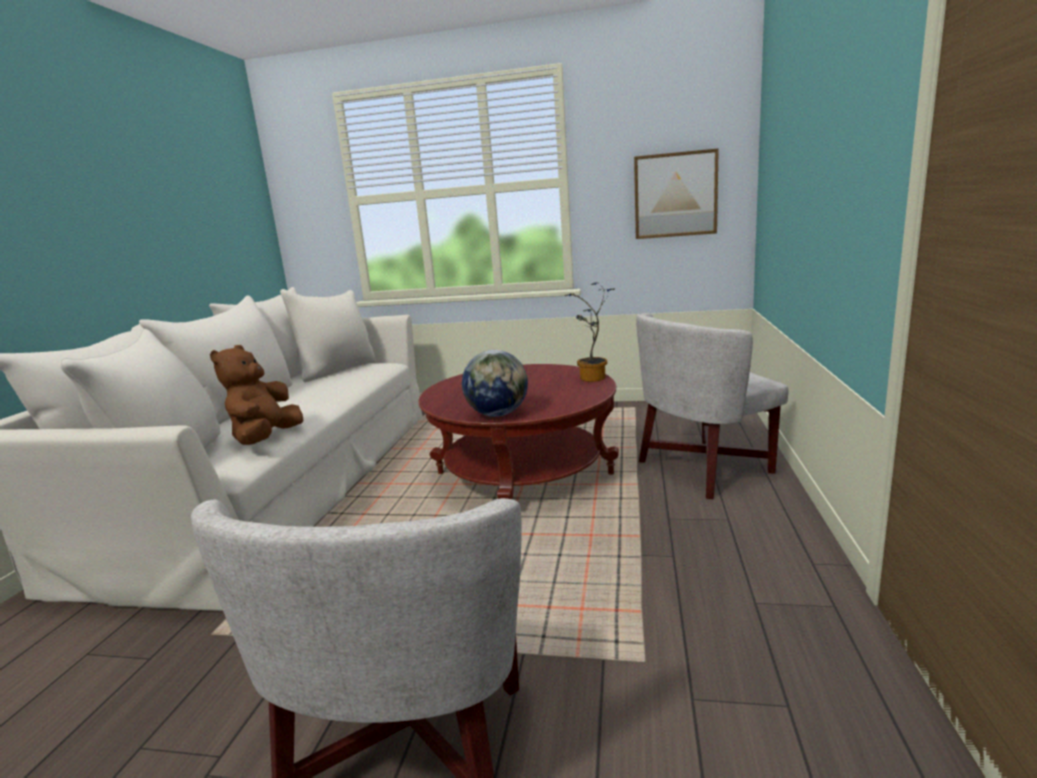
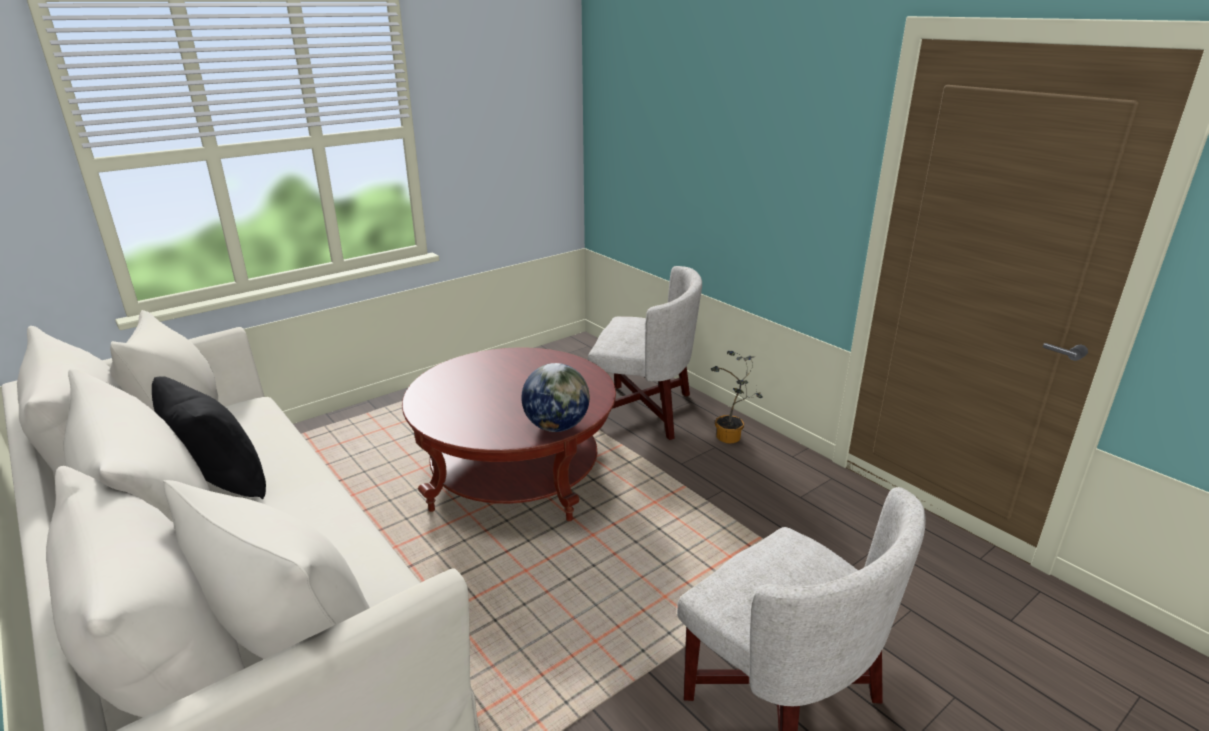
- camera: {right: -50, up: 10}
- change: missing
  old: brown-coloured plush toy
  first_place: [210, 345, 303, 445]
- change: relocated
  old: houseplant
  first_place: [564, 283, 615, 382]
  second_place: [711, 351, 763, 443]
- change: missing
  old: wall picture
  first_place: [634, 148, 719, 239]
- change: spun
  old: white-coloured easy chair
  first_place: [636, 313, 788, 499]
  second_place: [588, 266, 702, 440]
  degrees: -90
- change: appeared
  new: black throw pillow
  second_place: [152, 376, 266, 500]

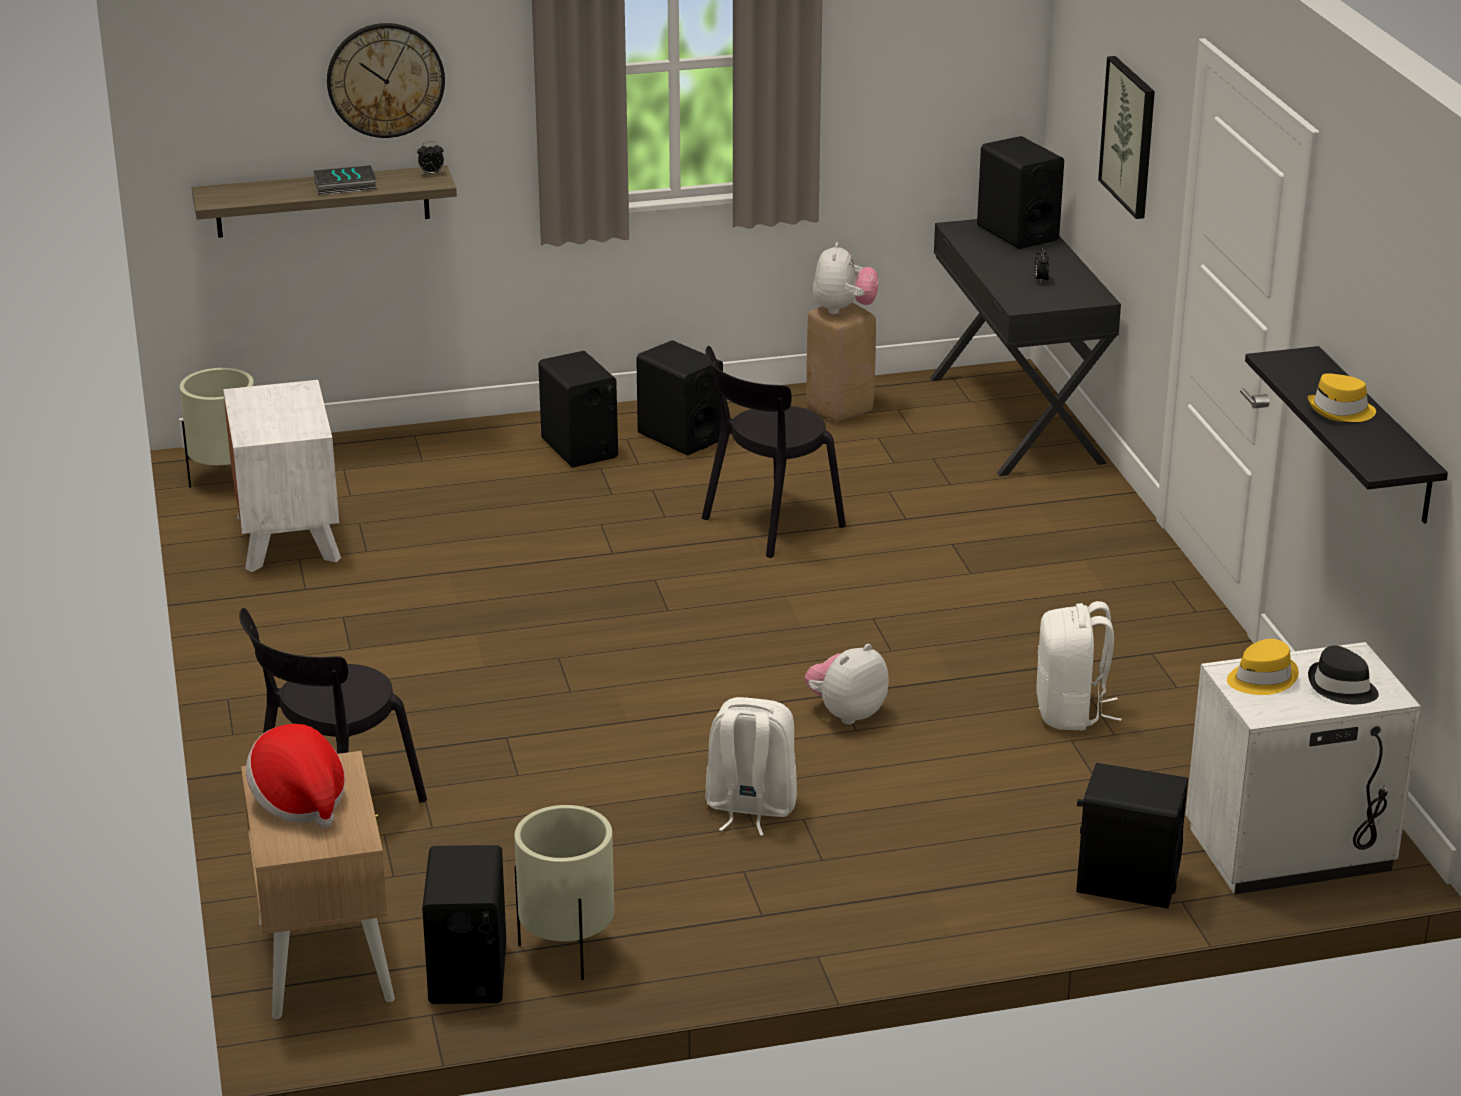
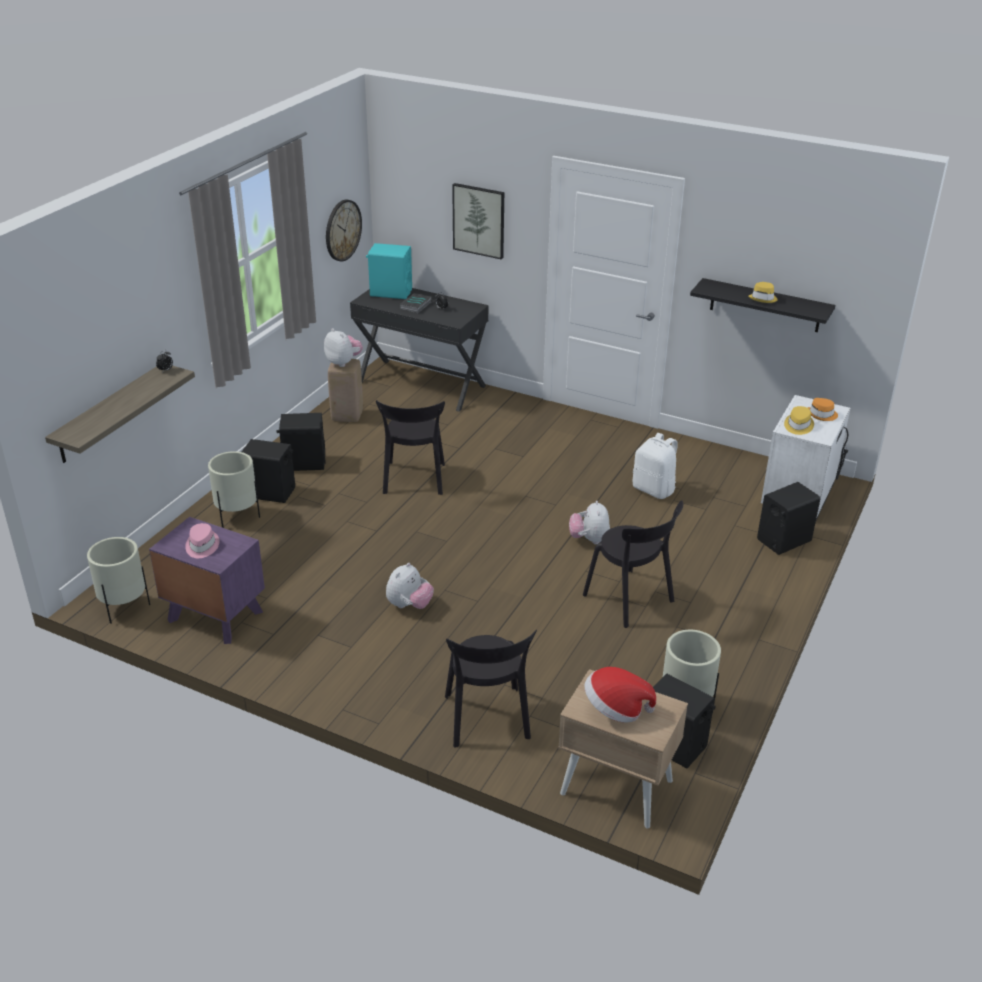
- camera: {right: -50, up: 5}
- change: colour
  old: white-coloured bedside table
  new: purple bedside table
  first_place: [223, 380, 341, 572]
  second_place: [149, 517, 265, 644]
- change: relocated
  old: book
  first_place: [314, 165, 377, 195]
  second_place: [400, 293, 431, 313]
- change: relocated
  old: clock on the wall
  first_place: [327, 23, 445, 138]
  second_place: [326, 200, 362, 262]
- change: exchanged
  old: white-coloured backpack
  new: black upright chair
  first_place: [705, 697, 797, 836]
  second_place: [583, 500, 683, 628]
- change: colour
  old: black loudspeaker
  new: turquoise-coloured loudspeaker
  first_place: [977, 136, 1064, 249]
  second_place: [366, 243, 412, 299]
- change: colour
  old: black wearable hat
  new: orange wearable hat
  first_place: [1308, 645, 1379, 704]
  second_place: [807, 398, 838, 421]
- change: appeared
  new: pink wearable hat
  second_place: [185, 523, 219, 558]
- change: appeared
  new: sand-coloured flower pot
  second_place: [208, 451, 260, 528]
- change: appeared
  new: plush toy
  second_place: [386, 563, 434, 609]

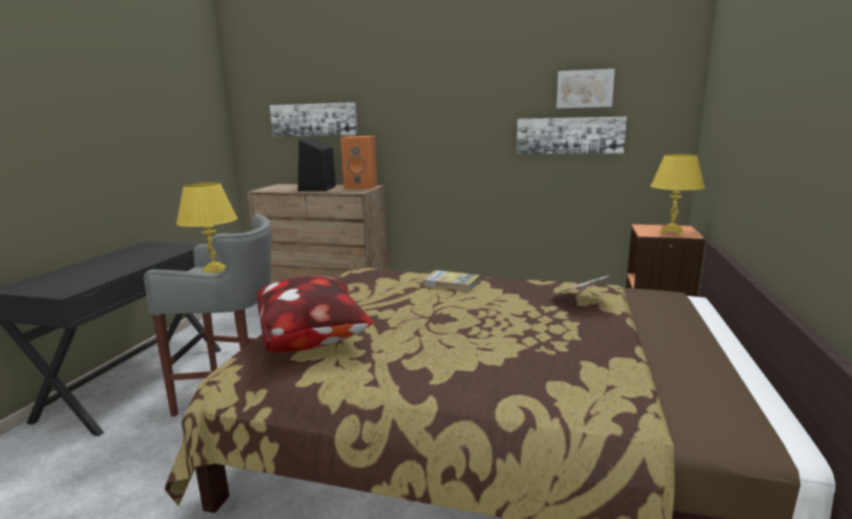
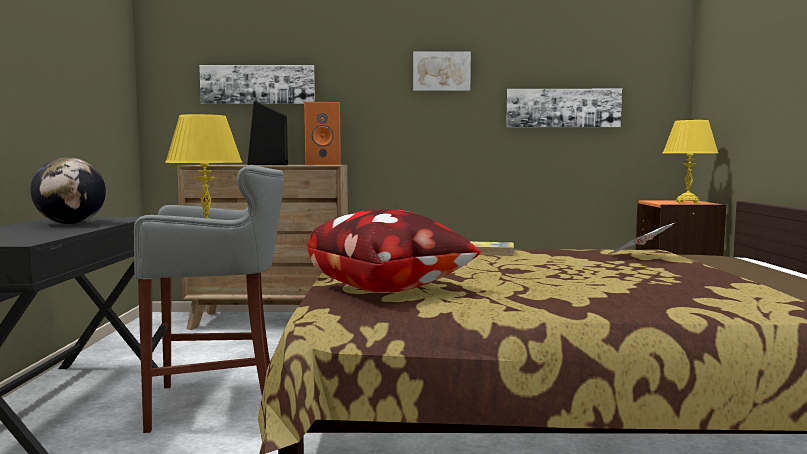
- camera: {right: -15, up: -10}
- change: relocated
  old: wall picture
  first_place: [557, 69, 615, 108]
  second_place: [413, 52, 471, 91]
- change: appeared
  new: world globe
  second_place: [30, 157, 106, 224]

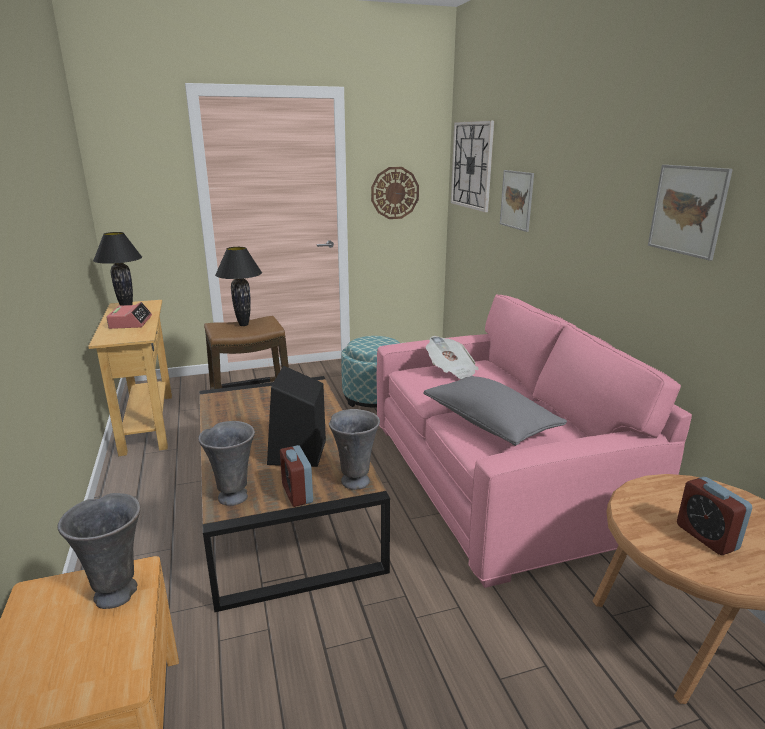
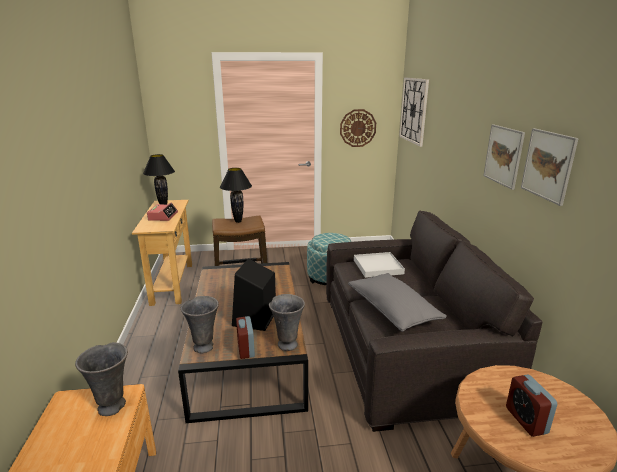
- camera: {right: 10, up: 0}
- change: colour
  old: pink sofa
  new: gray sofa
  first_place: [376, 294, 692, 588]
  second_place: [326, 211, 542, 432]
- change: exchanged
  old: newspaper
  new: white-coloured carrying tray
  first_place: [426, 336, 479, 380]
  second_place: [354, 252, 405, 278]
- change: relocated
  old: wall picture
  first_place: [500, 170, 534, 232]
  second_place: [483, 125, 525, 190]

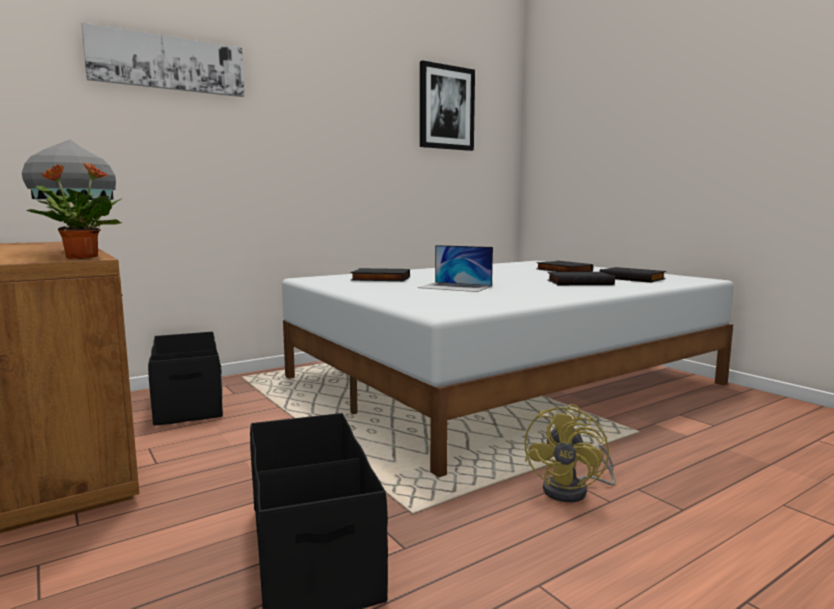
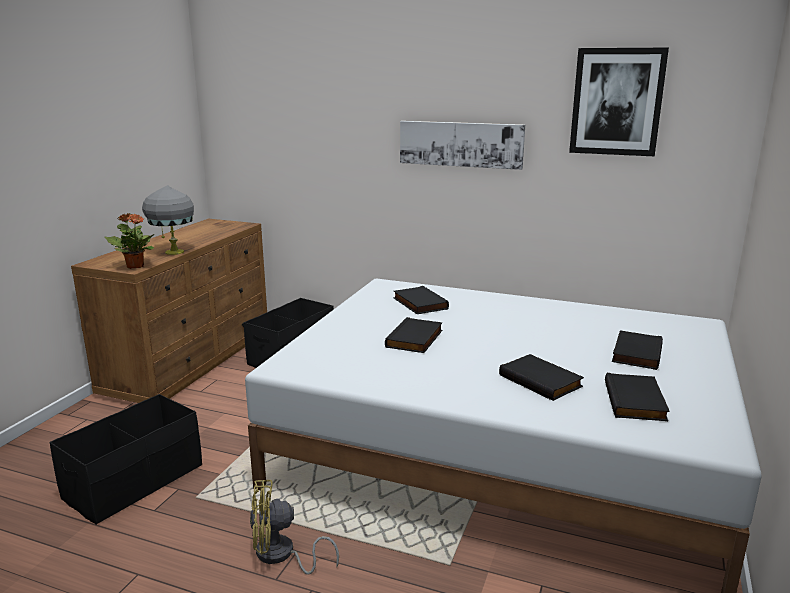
- camera: {right: 55, up: 10}
- change: relocated
  old: wall picture
  first_place: [81, 23, 244, 97]
  second_place: [400, 121, 525, 170]
- change: exchanged
  old: laptop
  new: black book
  first_place: [418, 245, 493, 292]
  second_place: [385, 317, 442, 353]

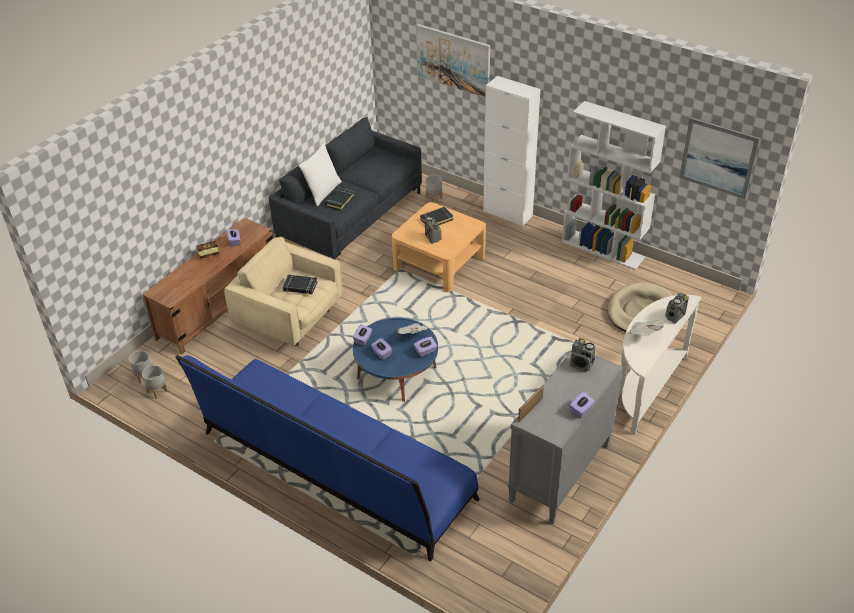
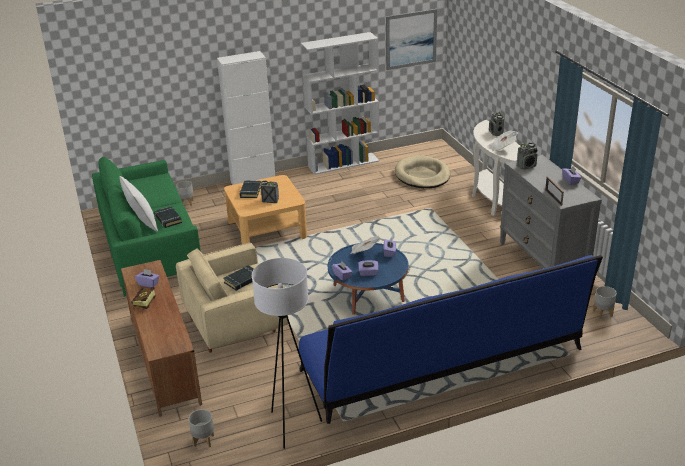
- camera: {right: -55, up: -10}
- change: relocated
  old: gray flower pot
  first_place: [142, 365, 168, 399]
  second_place: [593, 286, 617, 319]
- change: colour
  old: gray sofa
  new: greenish sofa
  first_place: [269, 117, 422, 260]
  second_place: [92, 157, 201, 297]
- change: missing
  old: wall picture
  first_place: [416, 24, 490, 97]
- change: appeared
  new: white-coloured standard lamp
  second_place: [252, 258, 322, 449]

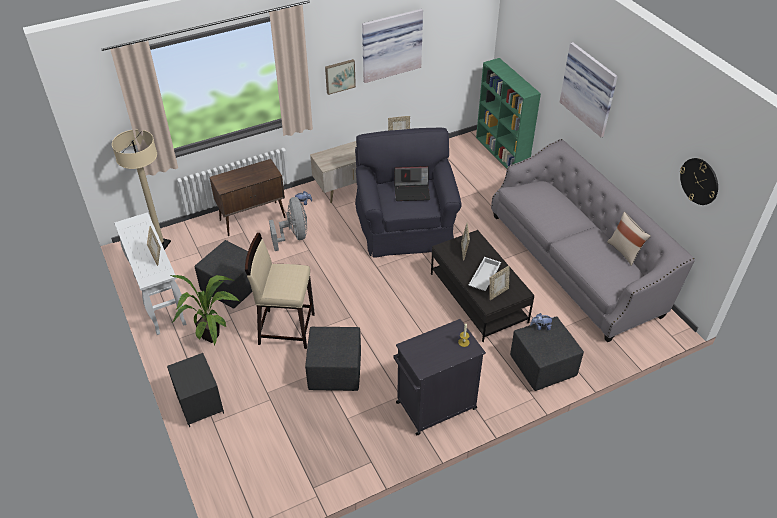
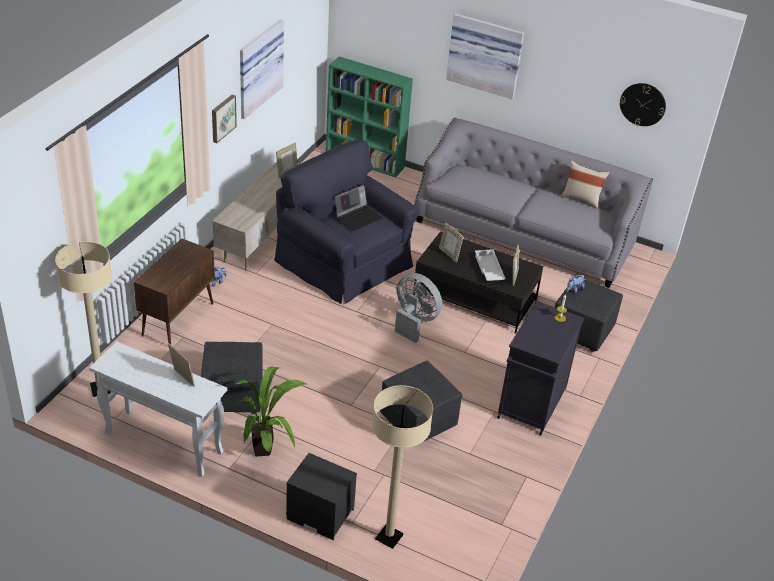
- camera: {right: -40, up: -5}
- change: missing
  old: sand-coloured sitting stool
  first_place: [245, 233, 315, 349]
- change: relocated
  old: gray electric fan
  first_place: [269, 197, 307, 251]
  second_place: [395, 273, 442, 343]
- change: appeared
  new: sand-coloured standard lamp
  second_place: [372, 385, 433, 549]

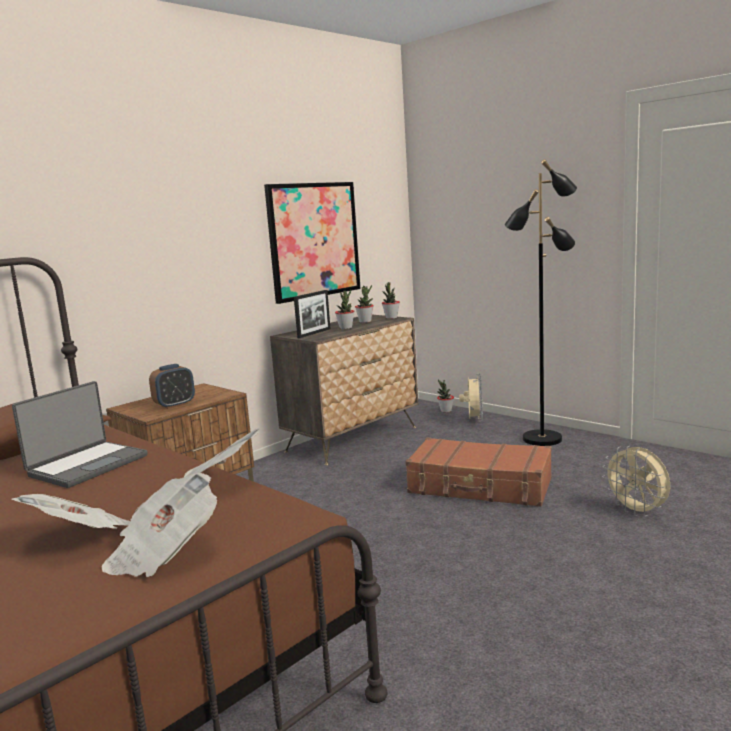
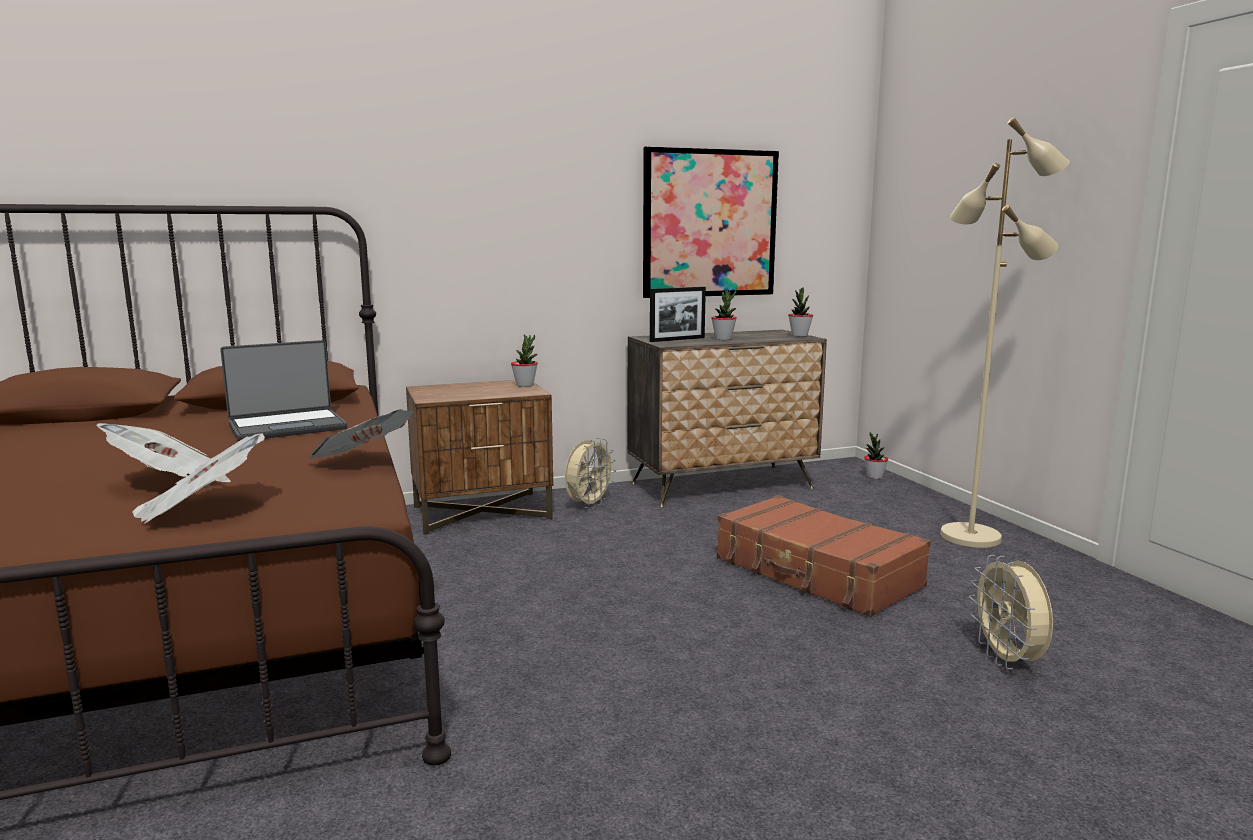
- camera: {right: 25, up: 0}
- change: missing
  old: bedside clock
  first_place: [149, 364, 195, 409]
- change: relocated
  old: houseplant
  first_place: [355, 285, 374, 323]
  second_place: [511, 334, 538, 387]
- change: relocated
  old: sand-coloured electric fan
  first_place: [459, 373, 483, 422]
  second_place: [565, 438, 616, 509]
- change: colour
  old: black standard lamp
  new: sand-coloured standard lamp
  first_place: [505, 159, 577, 446]
  second_place: [941, 117, 1070, 548]

